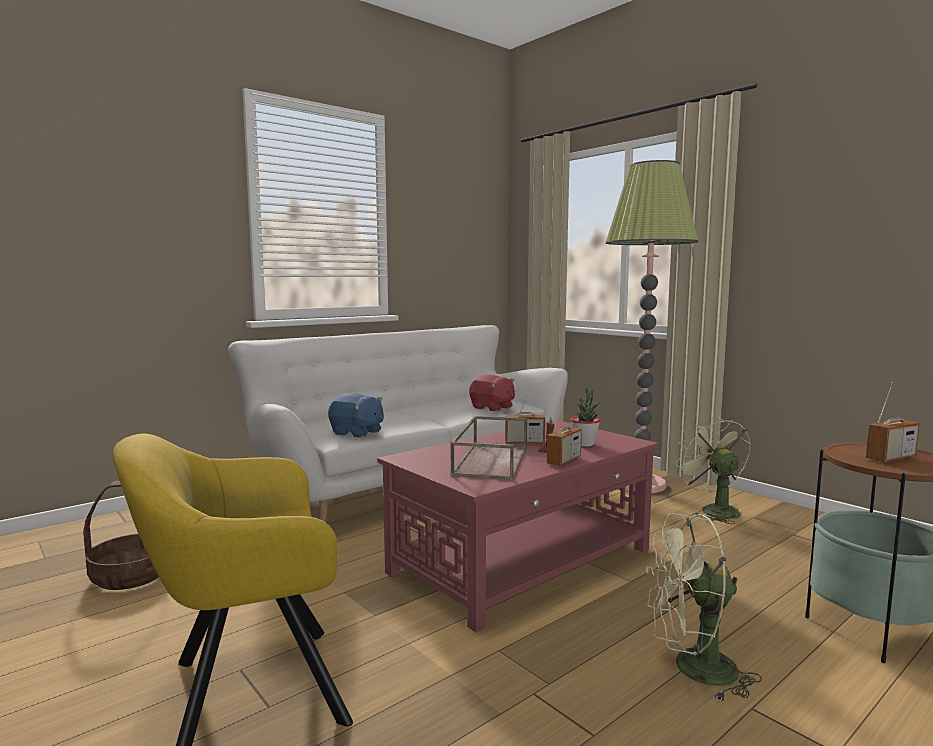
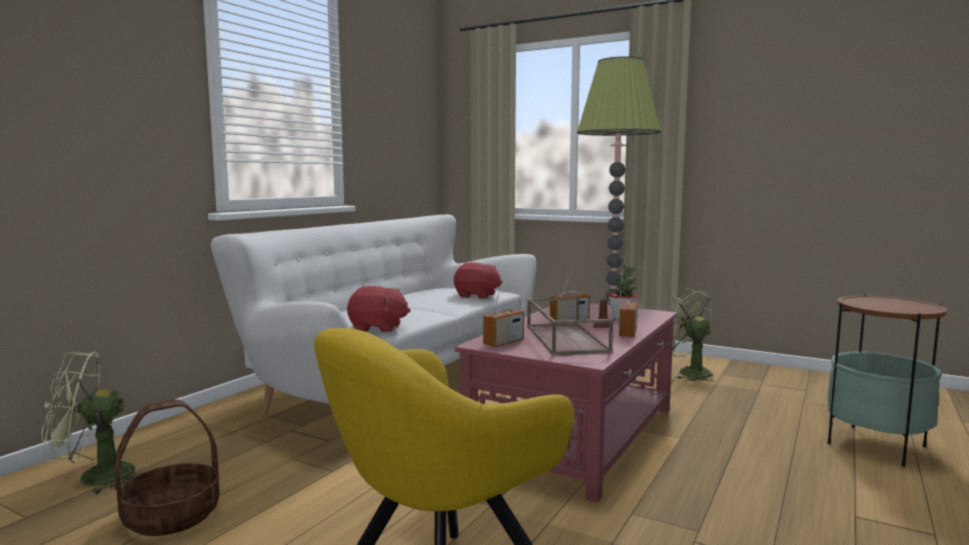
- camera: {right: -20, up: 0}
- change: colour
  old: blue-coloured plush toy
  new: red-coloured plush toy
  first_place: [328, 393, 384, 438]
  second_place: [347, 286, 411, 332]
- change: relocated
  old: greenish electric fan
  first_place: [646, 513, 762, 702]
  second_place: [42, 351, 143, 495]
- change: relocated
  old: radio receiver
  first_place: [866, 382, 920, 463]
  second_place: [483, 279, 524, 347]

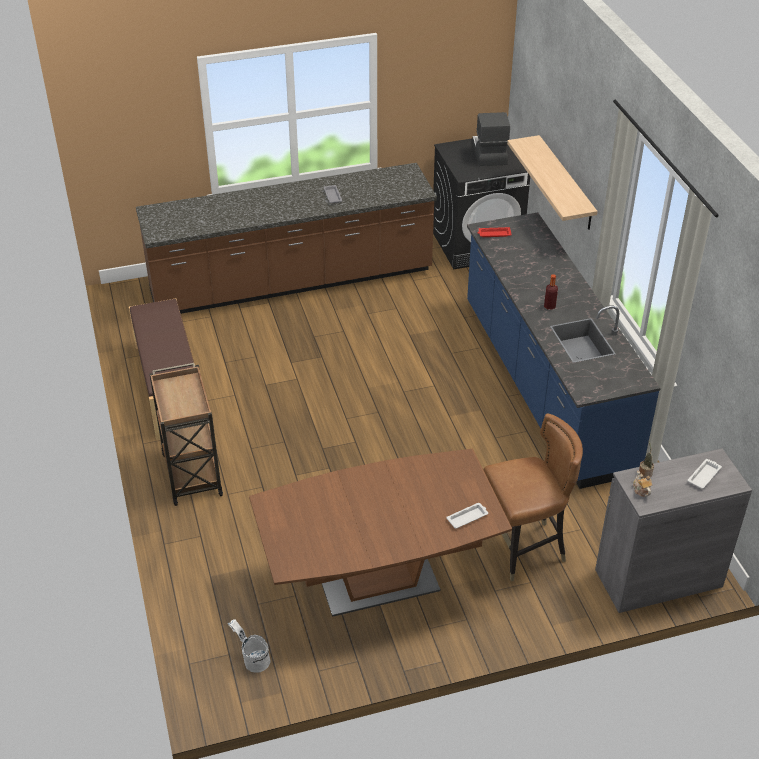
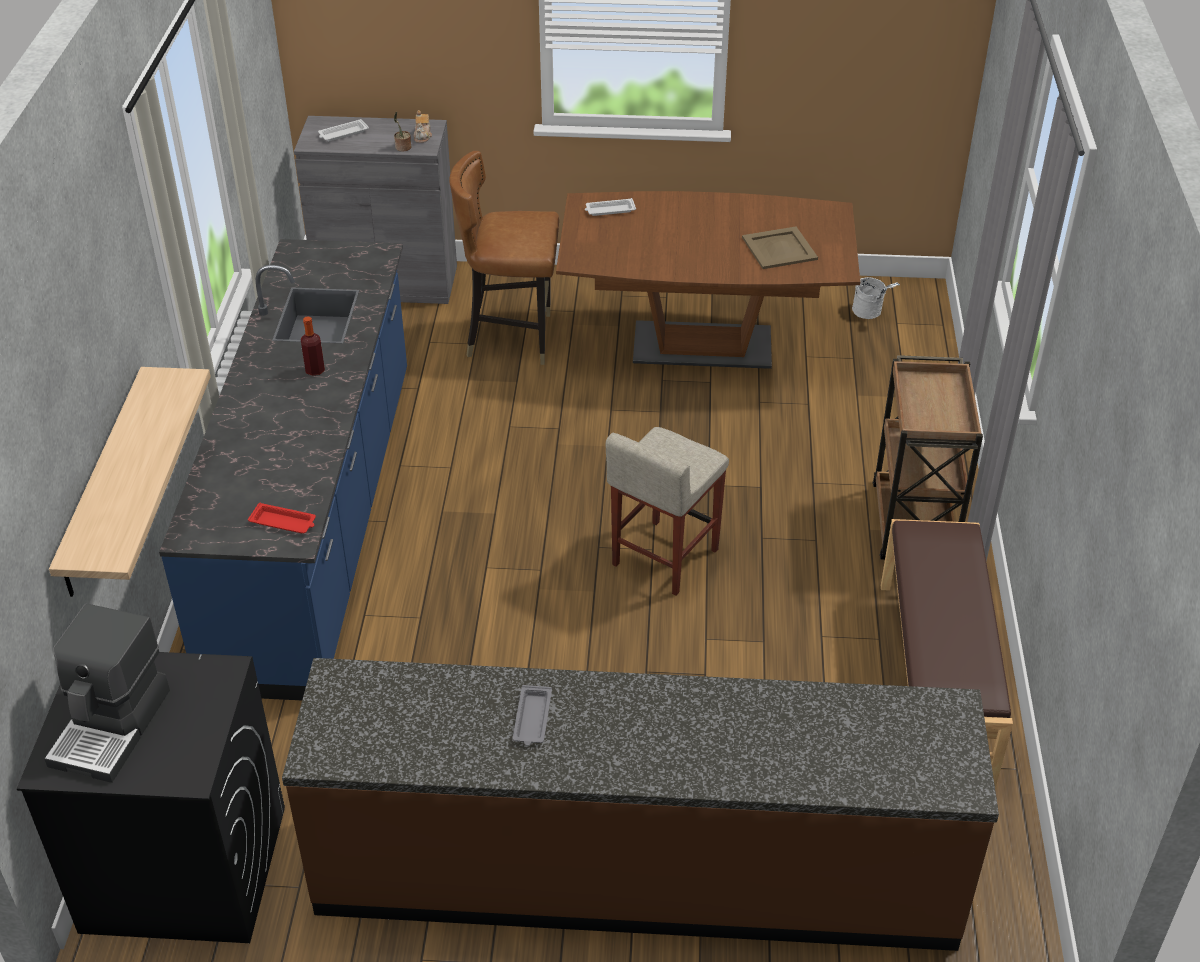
- camera: {right: -160, up: 0}
- change: appeared
  new: sand-coloured sitting stool
  second_place: [606, 427, 729, 596]
- change: appeared
  new: sand-coloured carrying tray
  second_place: [742, 226, 818, 269]

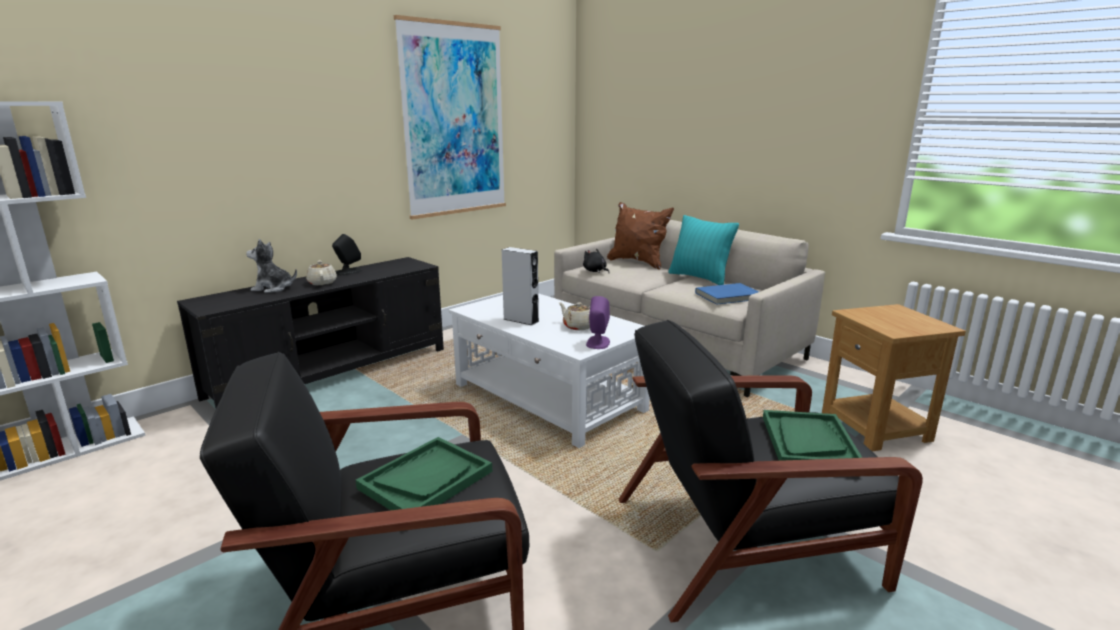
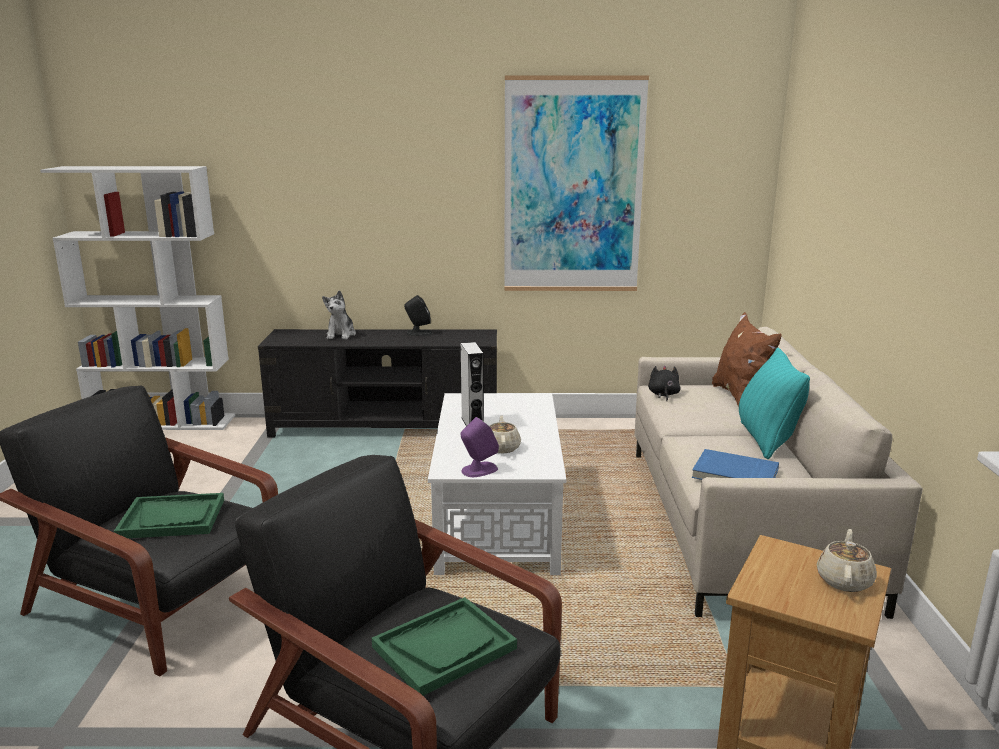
- camera: {right: 45, up: 0}
- change: spun
  old: plush toy
  first_place: [246, 239, 297, 293]
  second_place: [322, 290, 356, 339]
  degrees: -135
- change: relocated
  old: sand-coloured tea pot
  first_place: [306, 260, 337, 285]
  second_place: [817, 529, 877, 592]

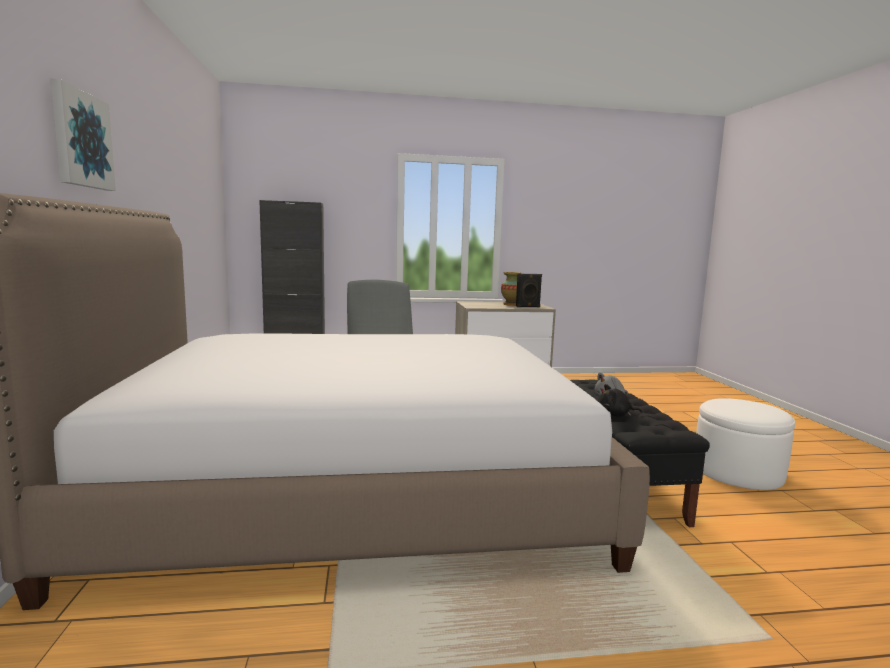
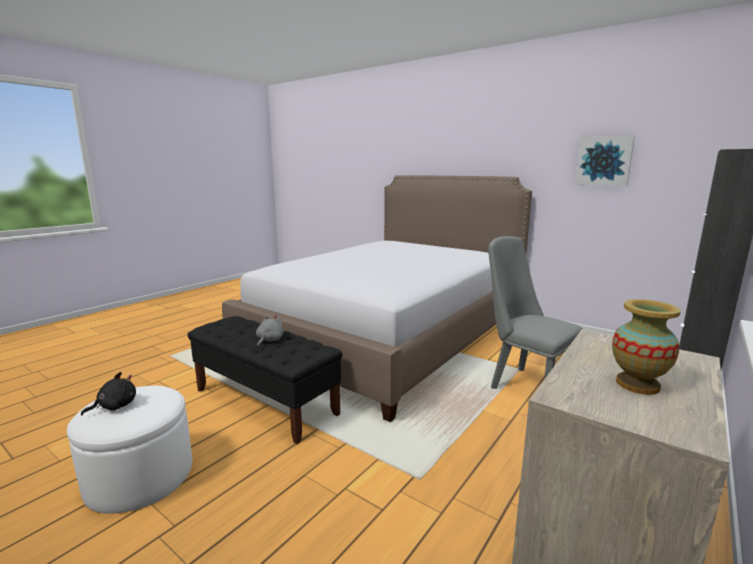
- camera: {right: 135, up: 5}
- change: relocated
  old: wall picture
  first_place: [50, 79, 116, 191]
  second_place: [575, 135, 635, 186]
- change: missing
  old: black loudspeaker
  first_place: [516, 273, 542, 307]
- change: relocated
  old: black plush toy
  first_place: [598, 384, 642, 416]
  second_place: [81, 372, 136, 416]

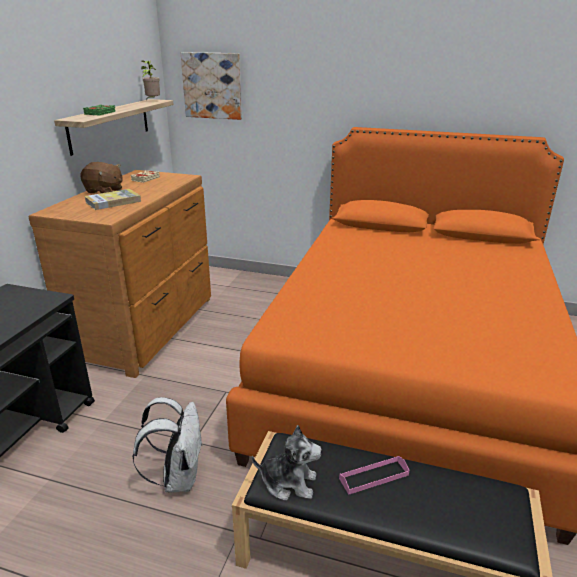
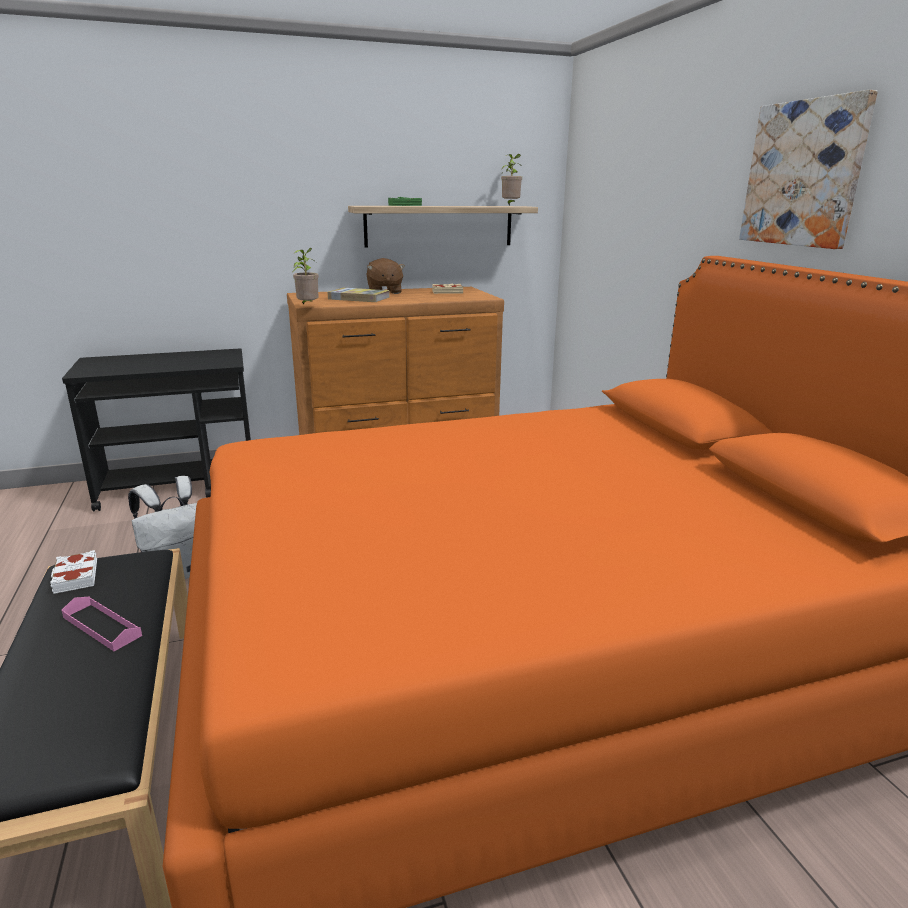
- camera: {right: 55, up: -5}
- change: relocated
  old: wall picture
  first_place: [181, 52, 242, 120]
  second_place: [739, 90, 878, 249]
- change: exchanged
  old: plush toy
  new: white-coloured book
  first_place: [252, 425, 322, 501]
  second_place: [50, 550, 97, 594]
- change: appeared
  new: houseplant
  second_place: [293, 248, 319, 304]

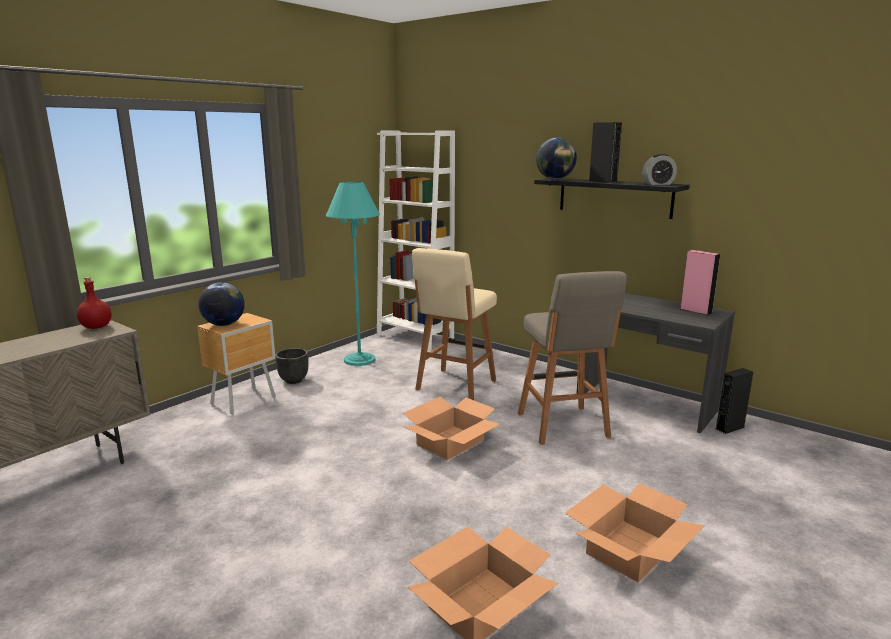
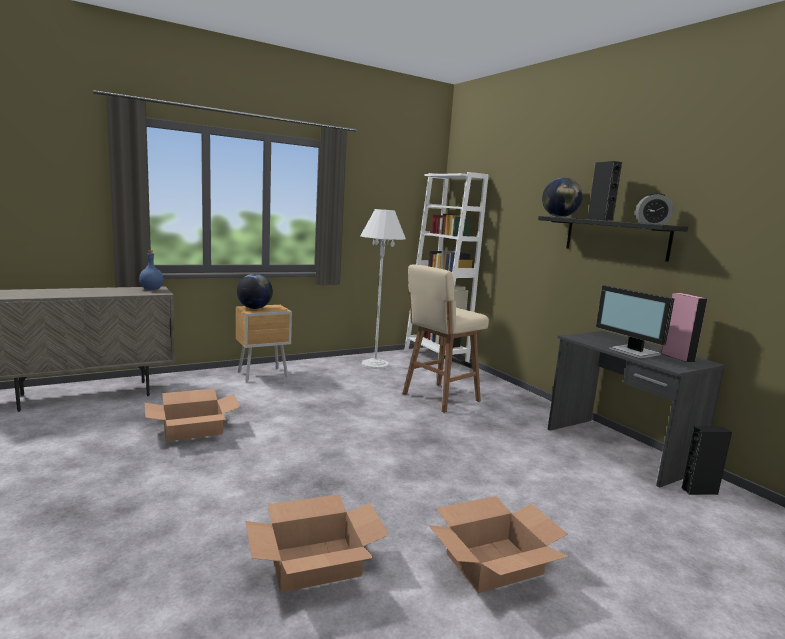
- camera: {right: 20, up: -5}
- change: colour
  old: red-coloured bottle
  new: blue-coloured bottle
  first_place: [77, 277, 112, 329]
  second_place: [139, 250, 164, 290]
- change: missing
  old: black flower pot
  first_place: [275, 348, 309, 384]
- change: colour
  old: turquoise-coloured standard lamp
  new: white-coloured standard lamp
  first_place: [326, 182, 380, 366]
  second_place: [360, 209, 406, 369]
- change: relocated
  old: packing box
  first_place: [403, 397, 500, 460]
  second_place: [145, 389, 240, 441]
- change: missing
  old: gray sitting stool
  first_place: [518, 271, 627, 445]
- change: appeared
  new: computer screen
  second_place: [596, 285, 675, 358]

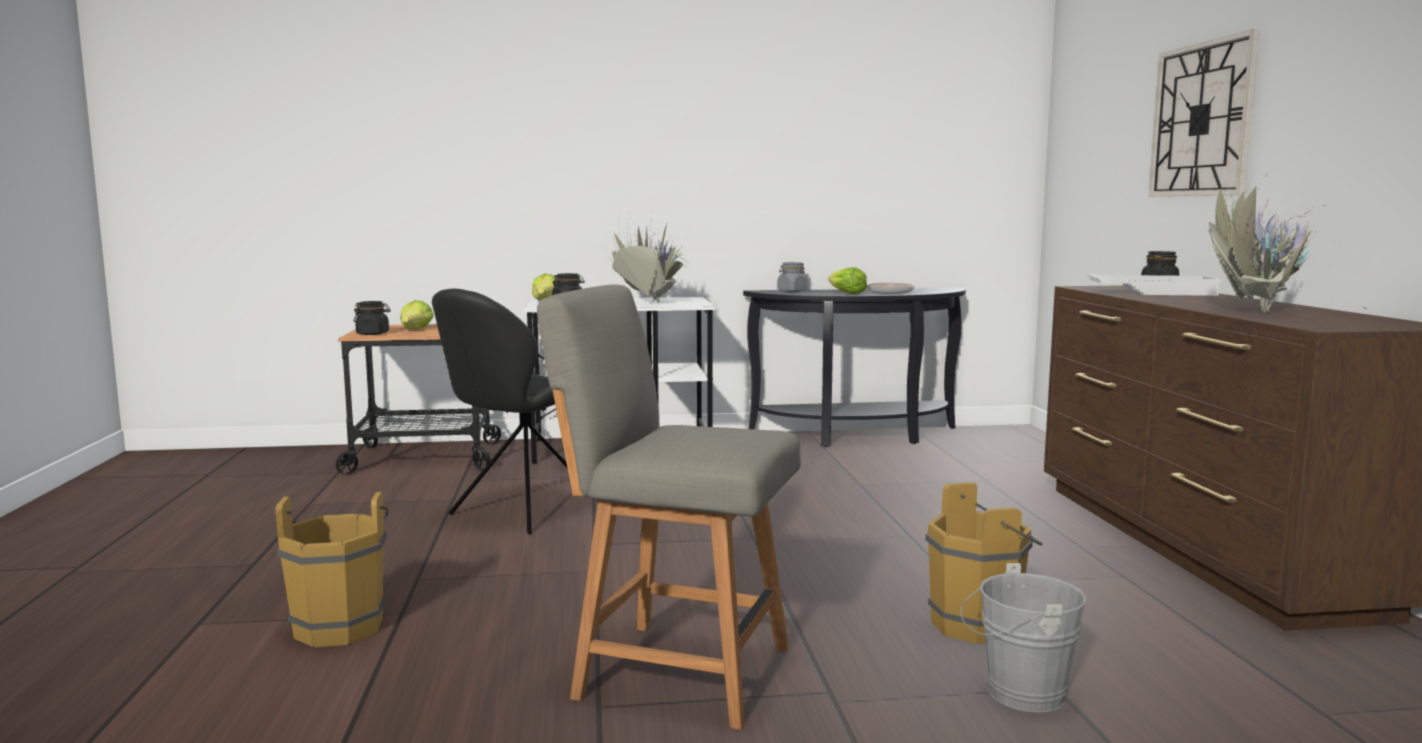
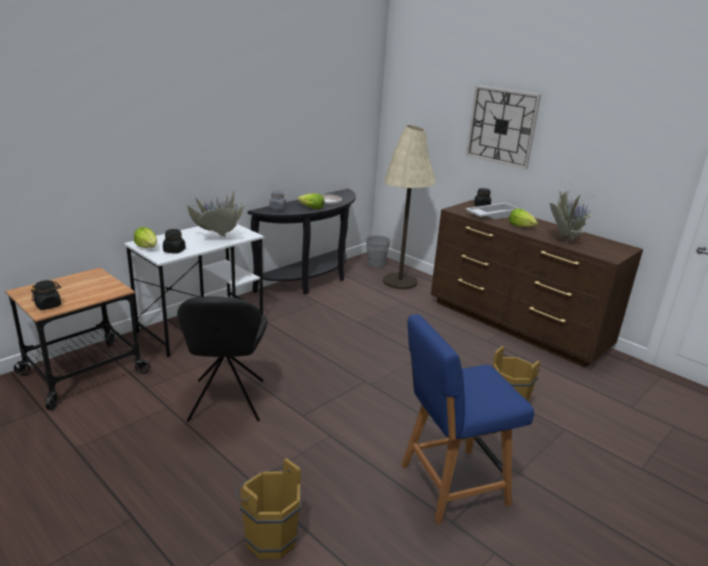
- camera: {right: -40, up: 15}
- change: relocated
  old: lettuce head
  first_place: [401, 300, 434, 329]
  second_place: [509, 209, 538, 227]
- change: colour
  old: gray upright chair
  new: blue-coloured upright chair
  first_place: [537, 284, 801, 730]
  second_place: [401, 314, 534, 524]
- change: relocated
  old: gray bucket
  first_place: [961, 563, 1087, 713]
  second_place: [361, 233, 391, 267]
- change: appeared
  new: sand-coloured standard lamp
  second_place: [383, 125, 436, 289]

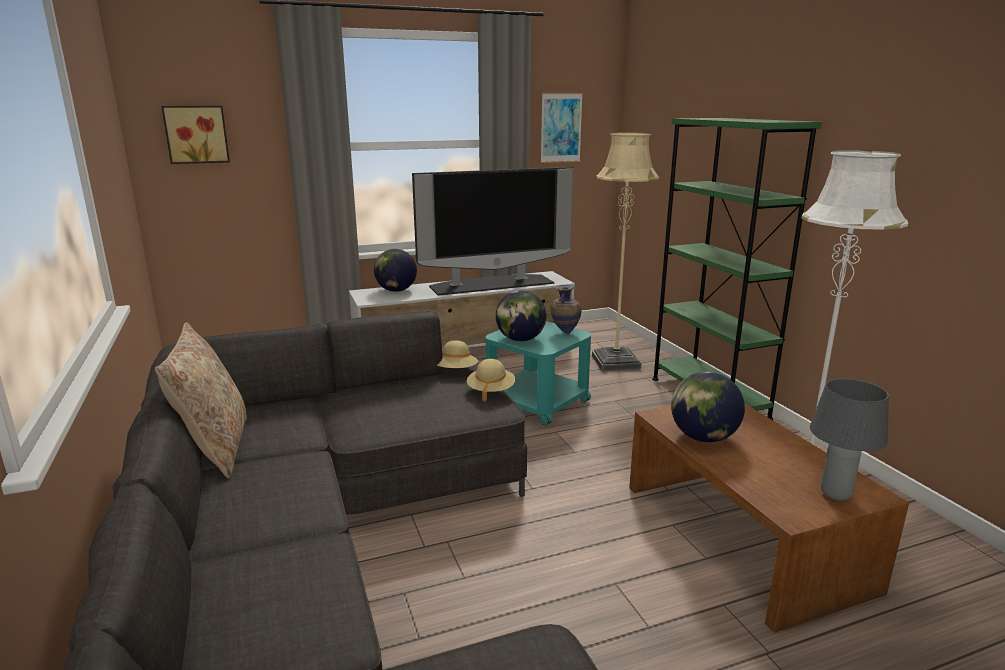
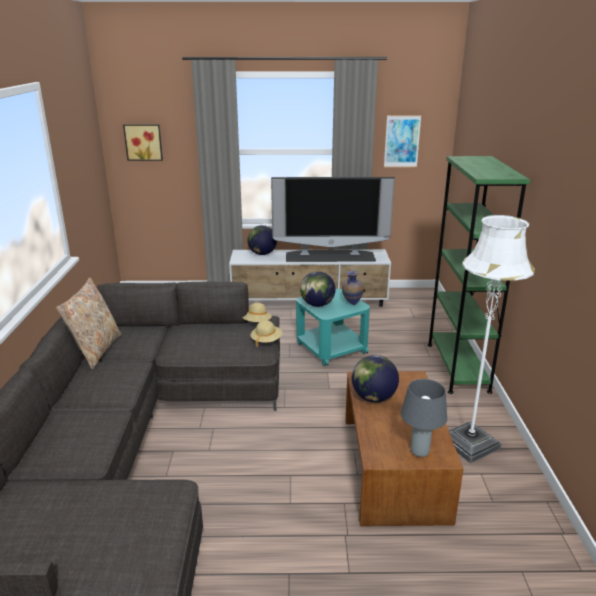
- camera: {right: 20, up: 5}
- change: missing
  old: sand-coloured standard lamp
  first_place: [592, 132, 660, 371]

